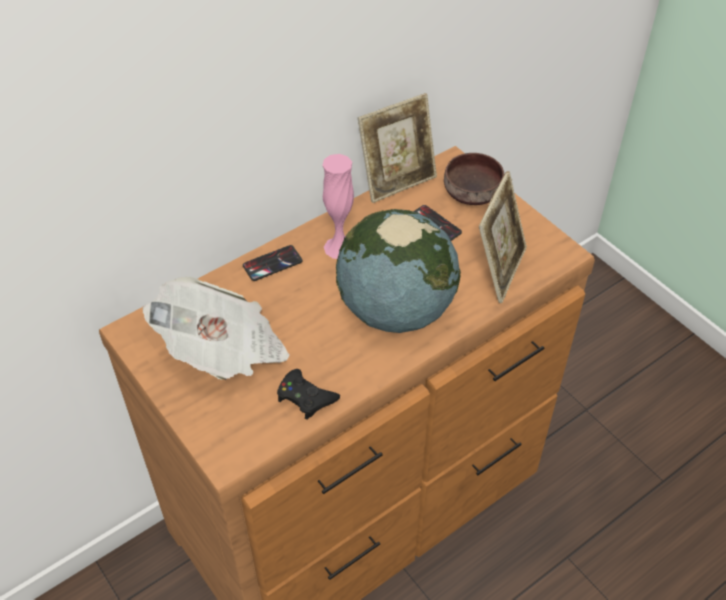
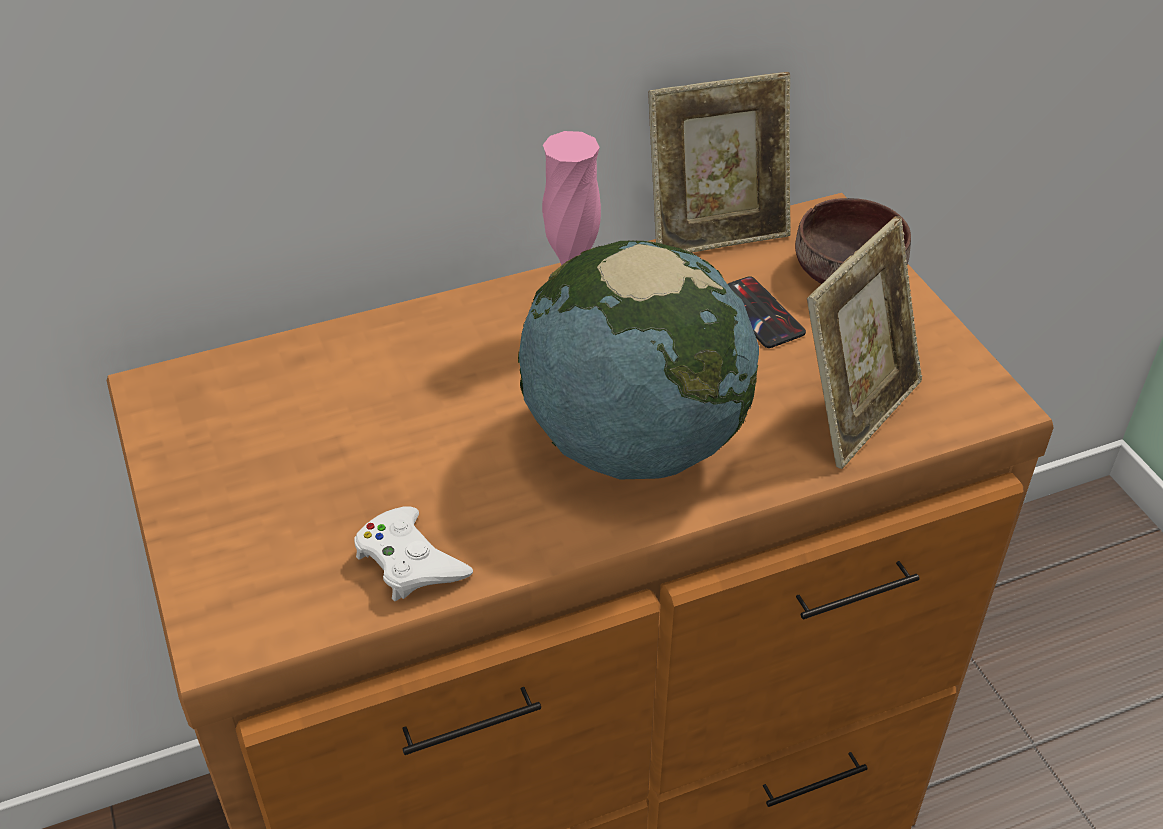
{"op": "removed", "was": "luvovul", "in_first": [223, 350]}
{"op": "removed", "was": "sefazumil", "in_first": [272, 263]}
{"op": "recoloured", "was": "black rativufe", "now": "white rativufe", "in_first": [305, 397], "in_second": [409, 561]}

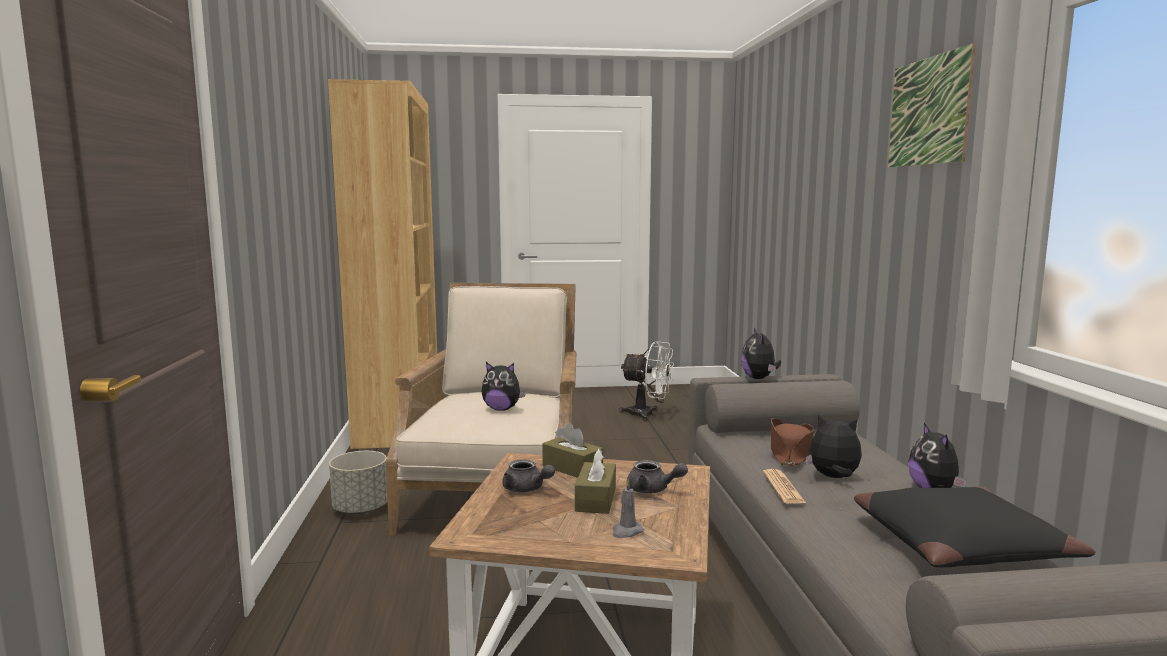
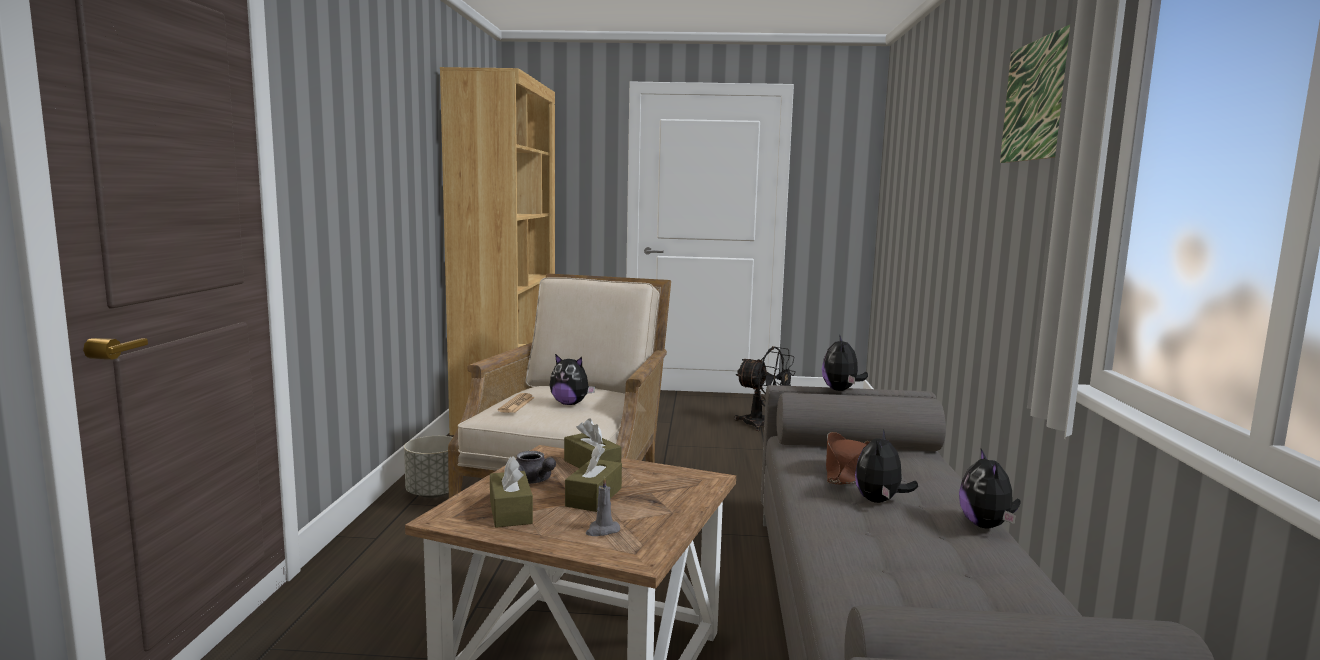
{"op": "recoloured", "was": "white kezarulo", "now": "black kezarulo", "in_first": [647, 415], "in_second": [763, 425]}
{"op": "removed", "was": "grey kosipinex", "in_first": [653, 490]}
{"op": "moved", "was": "luvovul", "in_first": [783, 488], "in_second": [516, 404]}
{"op": "turned", "was": "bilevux", "in_first": [833, 478], "in_second": [880, 501], "clockwise": -90}
{"op": "removed", "was": "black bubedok", "in_first": [959, 545]}
{"op": "added", "now": "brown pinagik", "in_second": [510, 512]}

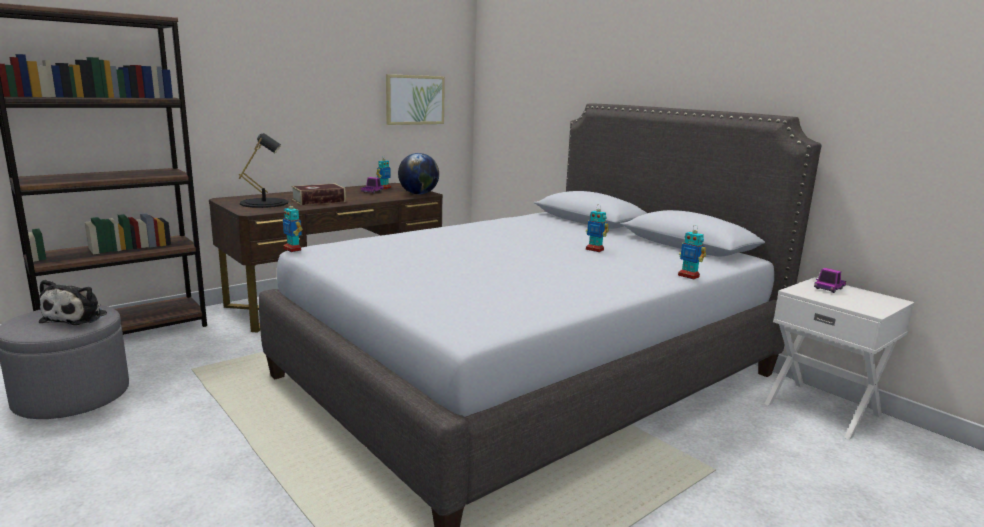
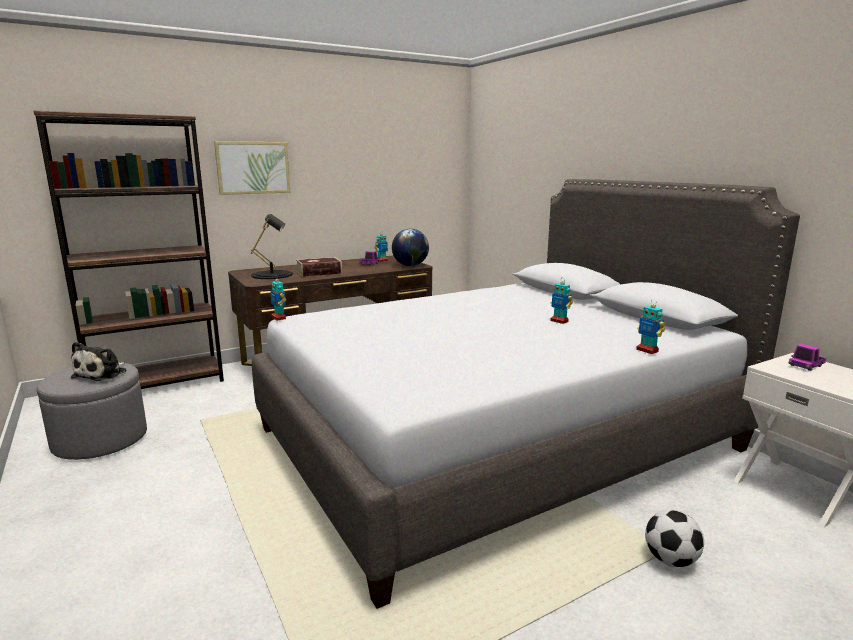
{"op": "moved", "was": "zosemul", "in_first": [415, 100], "in_second": [253, 167]}
{"op": "added", "now": "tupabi", "in_second": [670, 560]}

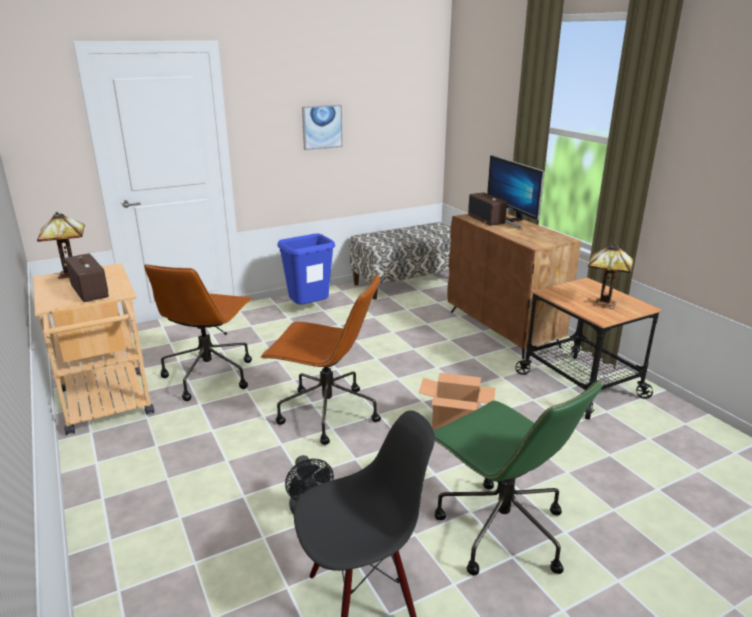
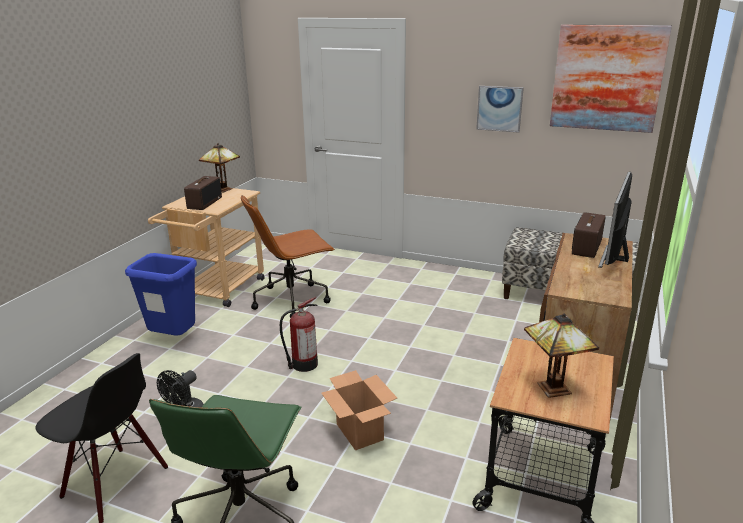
{"op": "replaced", "was": "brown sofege", "now": "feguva", "in_first": [326, 414], "in_second": [303, 364]}
{"op": "moved", "was": "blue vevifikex", "in_first": [310, 309], "in_second": [174, 340]}
{"op": "added", "now": "zosemul", "in_second": [607, 78]}

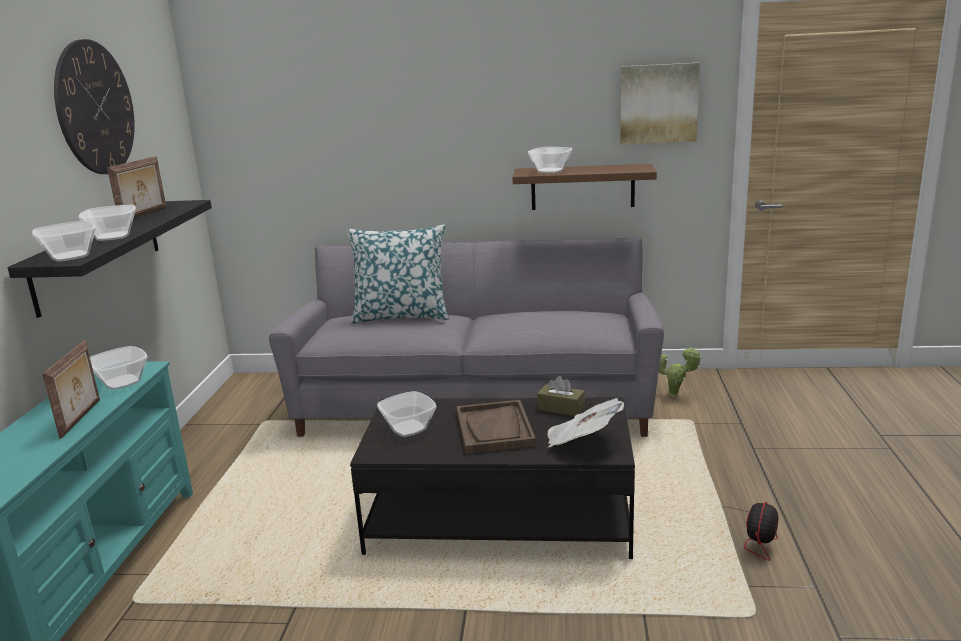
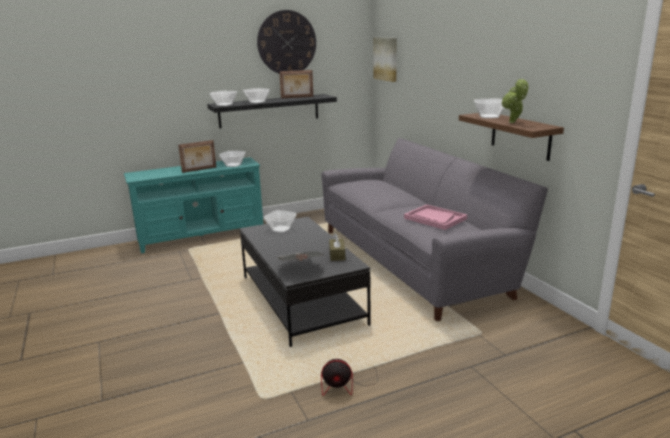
{"op": "removed", "was": "bubedok", "in_first": [401, 316]}
{"op": "removed", "was": "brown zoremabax", "in_first": [494, 429]}
{"op": "moved", "was": "zosemul", "in_first": [658, 103], "in_second": [386, 59]}
{"op": "moved", "was": "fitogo", "in_first": [676, 395], "in_second": [513, 123]}
{"op": "added", "now": "pink zoremabax", "in_second": [435, 218]}

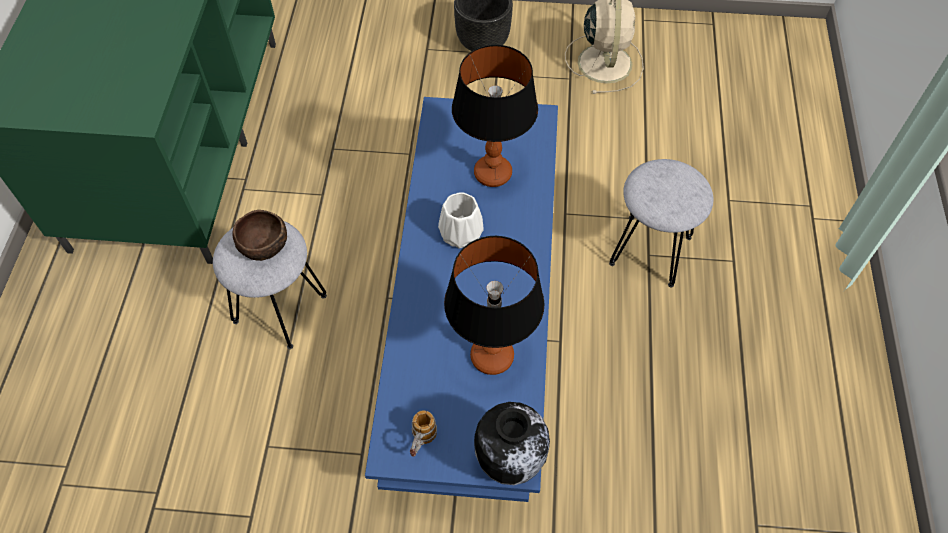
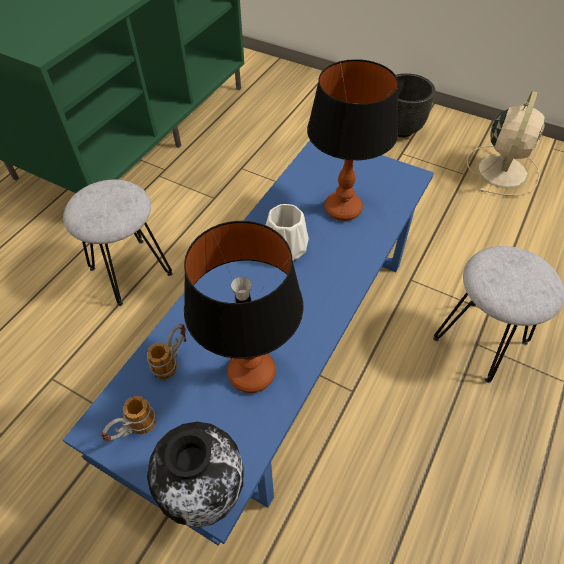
{"op": "removed", "was": "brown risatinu", "in_first": [265, 245]}
{"op": "added", "now": "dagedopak", "in_second": [172, 360]}

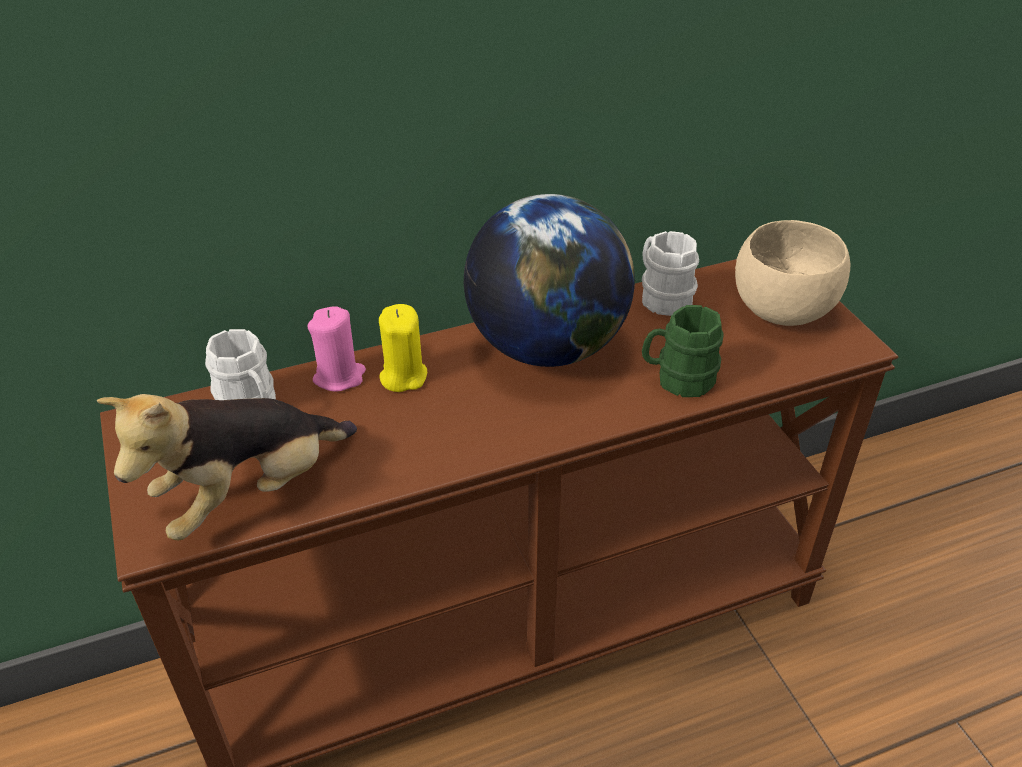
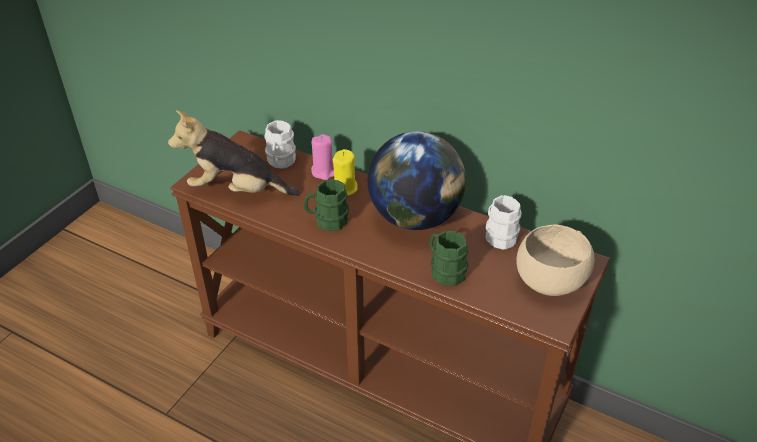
{"op": "added", "now": "green dagedopak", "in_second": [327, 221]}

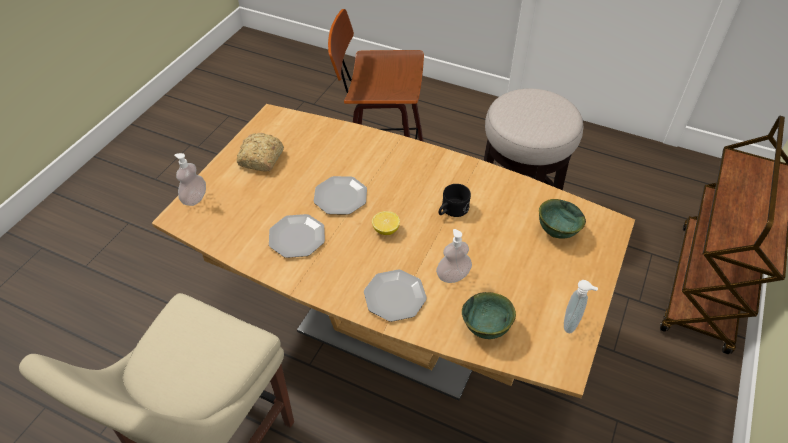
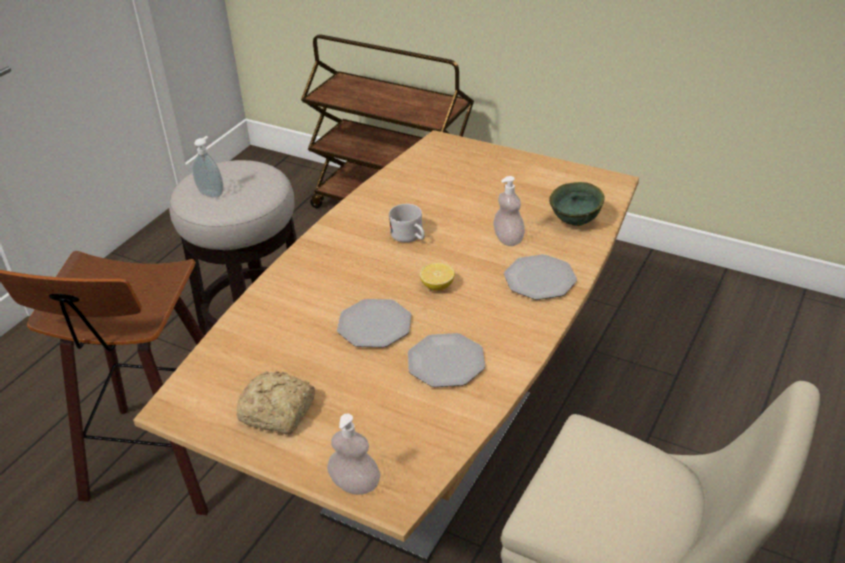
{"op": "recoloured", "was": "black dagedopak", "now": "white dagedopak", "in_first": [451, 211], "in_second": [410, 237]}
{"op": "removed", "was": "green risatinu", "in_first": [556, 231]}
{"op": "moved", "was": "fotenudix", "in_first": [572, 324], "in_second": [212, 193]}

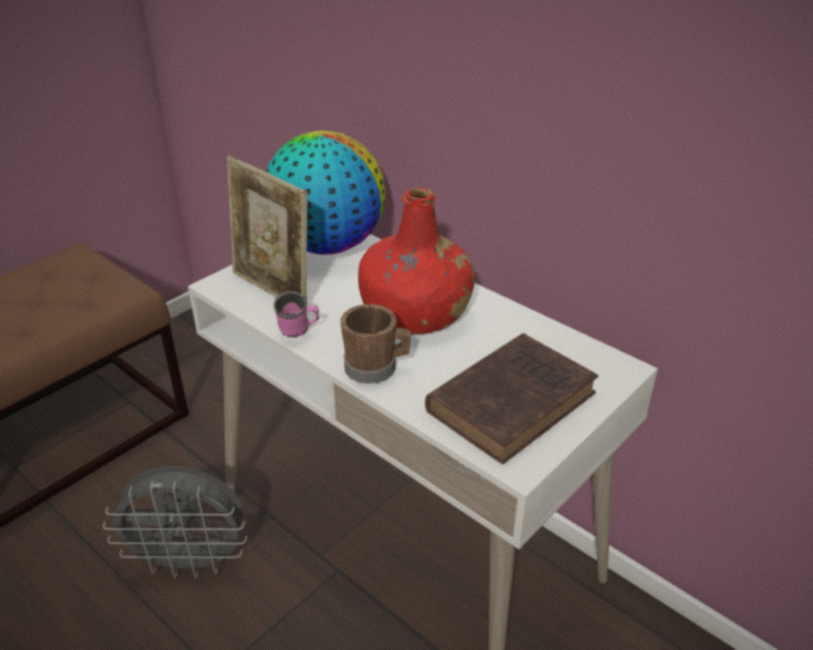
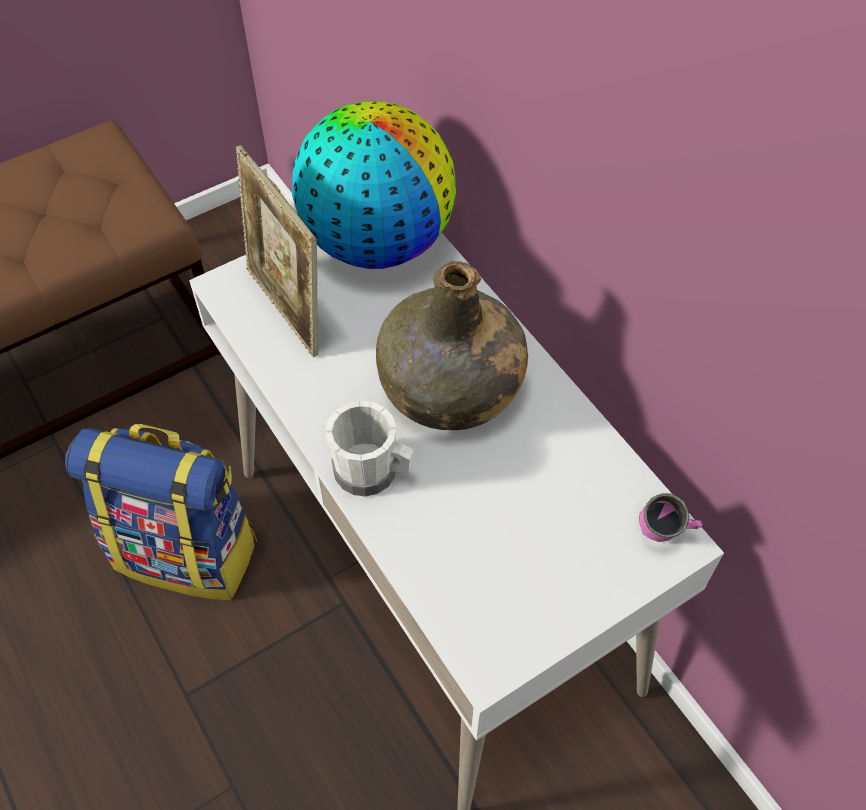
{"op": "replaced", "was": "grey kezarulo", "now": "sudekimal", "in_first": [191, 562], "in_second": [188, 551]}
{"op": "moved", "was": "pink dagedopak", "in_first": [299, 333], "in_second": [664, 534]}
{"op": "recoloured", "was": "brown dagedopak", "now": "white dagedopak", "in_first": [376, 368], "in_second": [372, 471]}
{"op": "recoloured", "was": "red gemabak", "now": "green gemabak", "in_first": [415, 313], "in_second": [450, 388]}
{"op": "removed", "was": "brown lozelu", "in_first": [514, 400]}

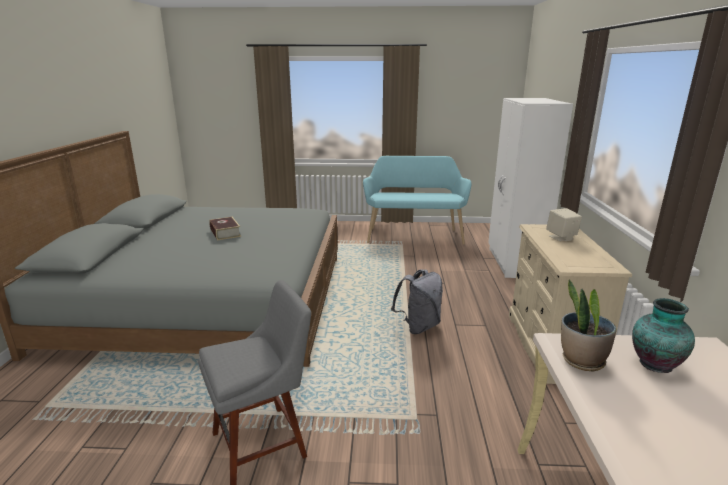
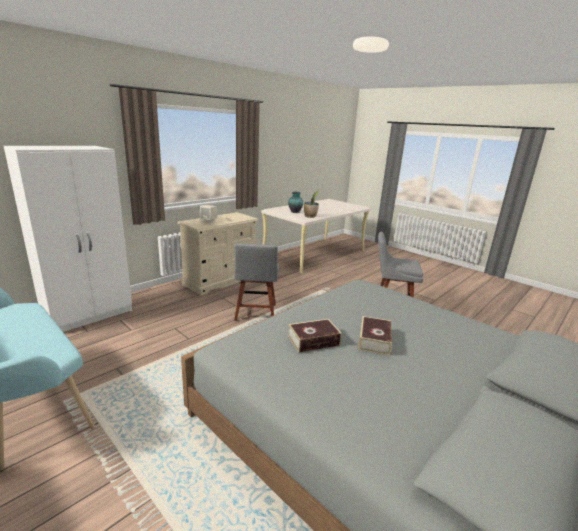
{"op": "replaced", "was": "grey sudekimal", "now": "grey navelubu", "in_first": [418, 326], "in_second": [255, 313]}
{"op": "added", "now": "lozelu", "in_second": [313, 341]}

